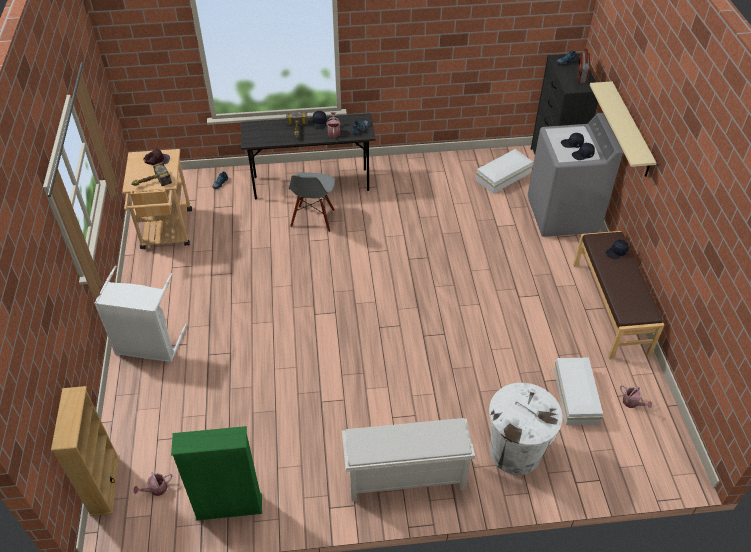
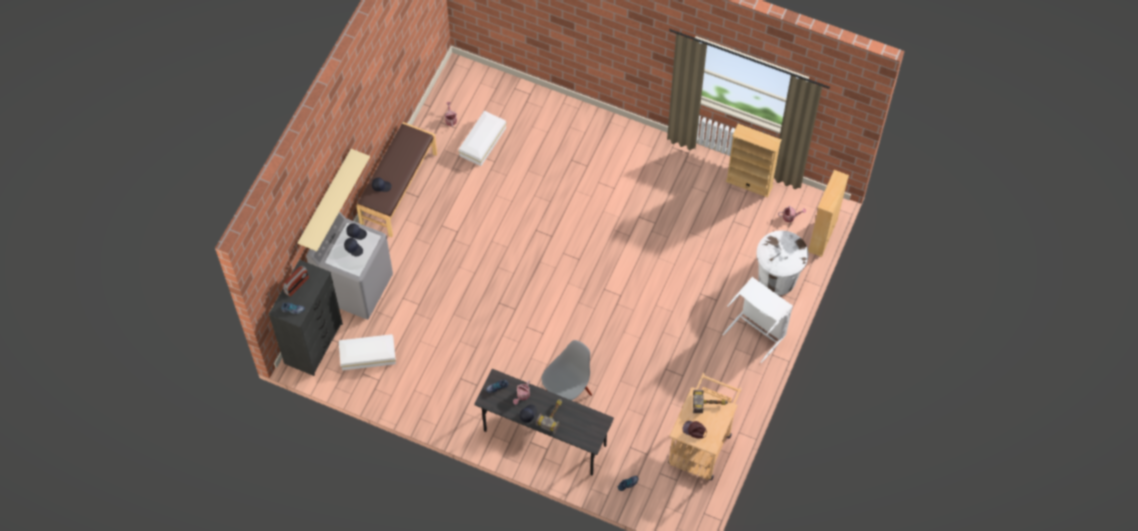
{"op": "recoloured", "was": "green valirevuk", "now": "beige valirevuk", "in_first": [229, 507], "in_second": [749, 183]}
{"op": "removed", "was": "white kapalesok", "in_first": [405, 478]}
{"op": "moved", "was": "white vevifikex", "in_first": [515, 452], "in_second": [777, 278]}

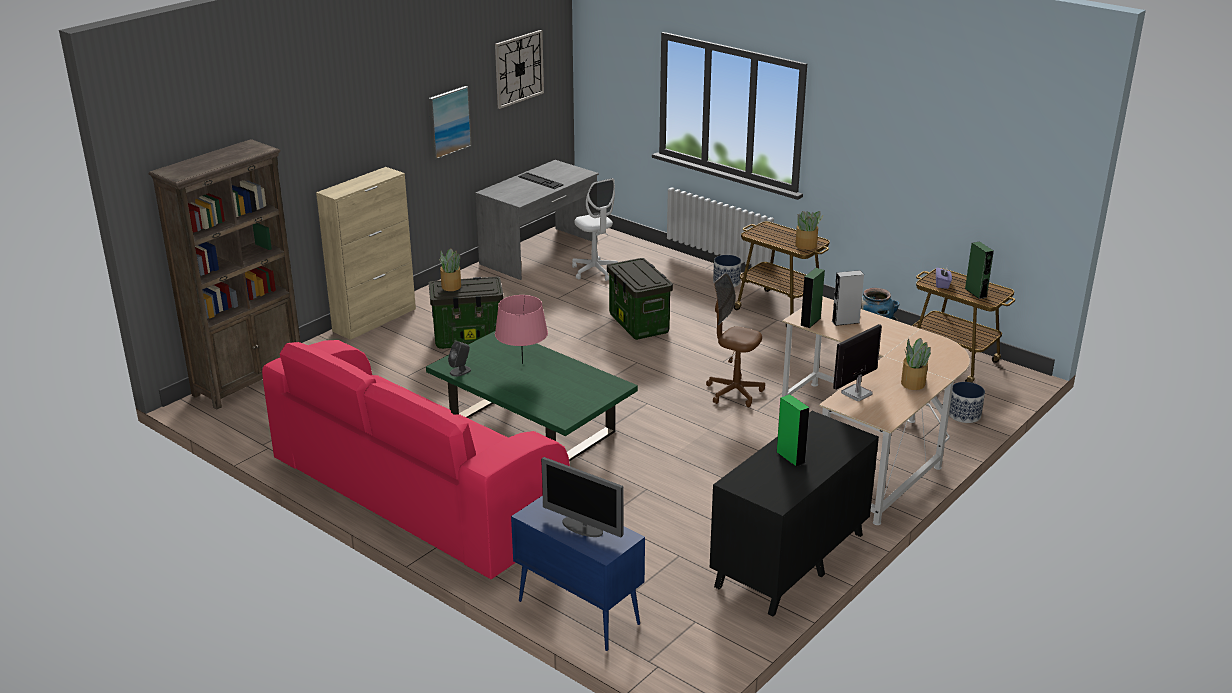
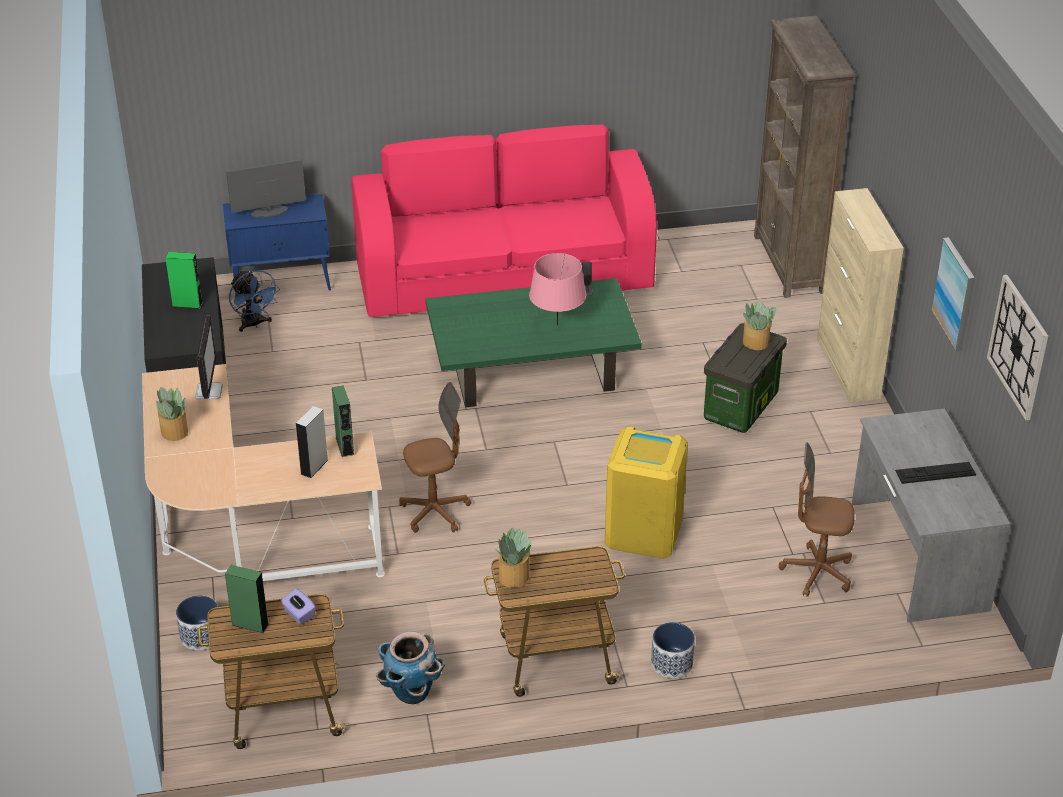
{"op": "recoloured", "was": "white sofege", "now": "brown sofege", "in_first": [595, 271], "in_second": [817, 572]}
{"op": "replaced", "was": "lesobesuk", "now": "yellow vevifikex", "in_first": [639, 324], "in_second": [643, 531]}
{"op": "added", "now": "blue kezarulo", "in_second": [254, 324]}

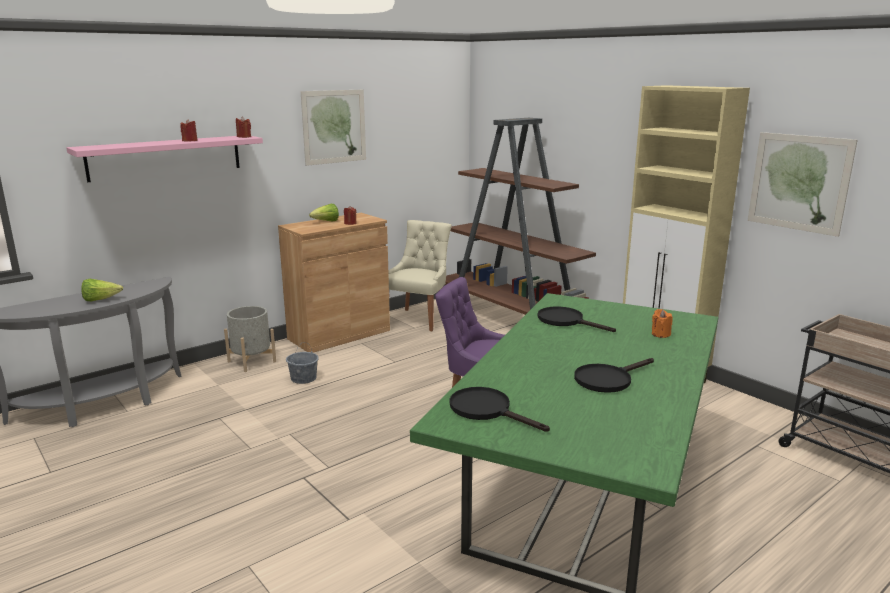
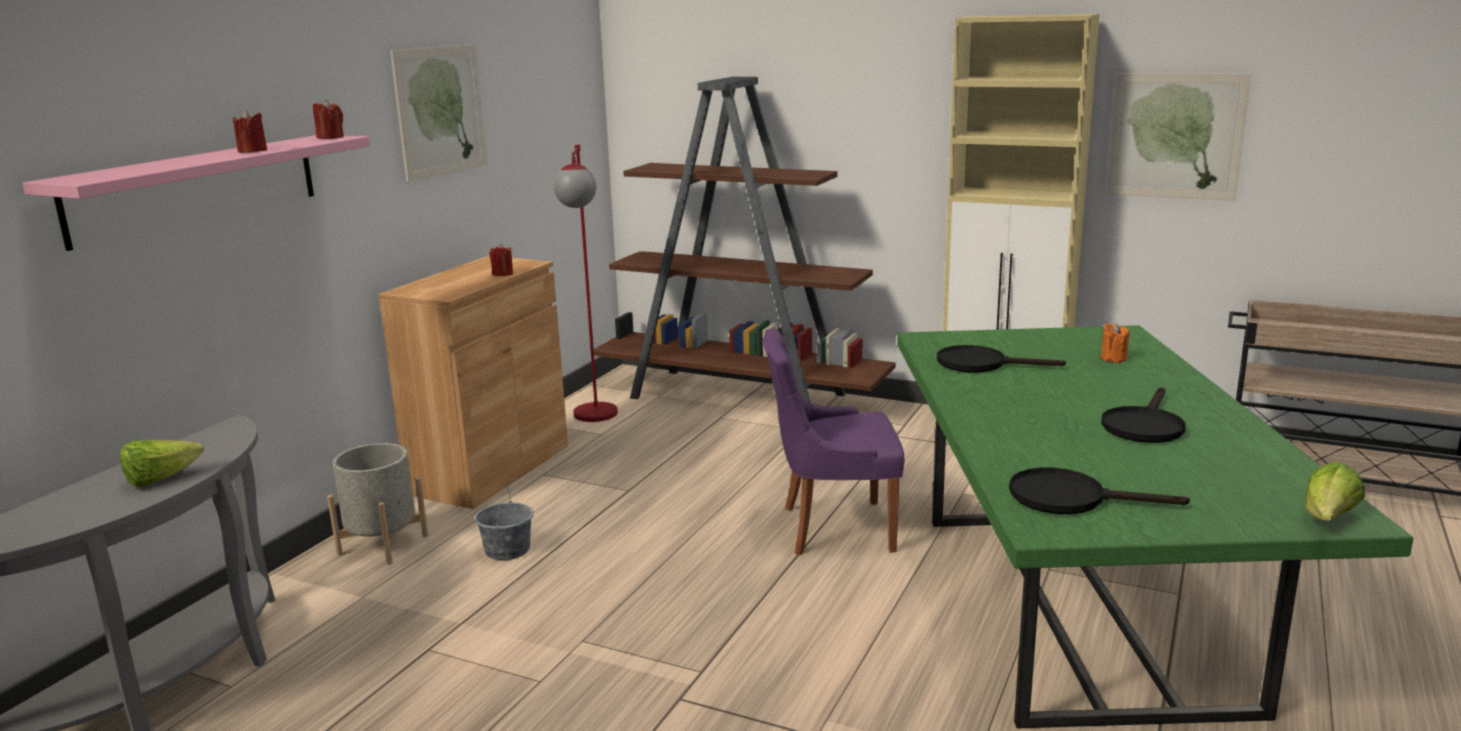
{"op": "moved", "was": "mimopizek", "in_first": [326, 222], "in_second": [1328, 519]}
{"op": "replaced", "was": "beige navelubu", "now": "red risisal", "in_first": [419, 319], "in_second": [595, 419]}

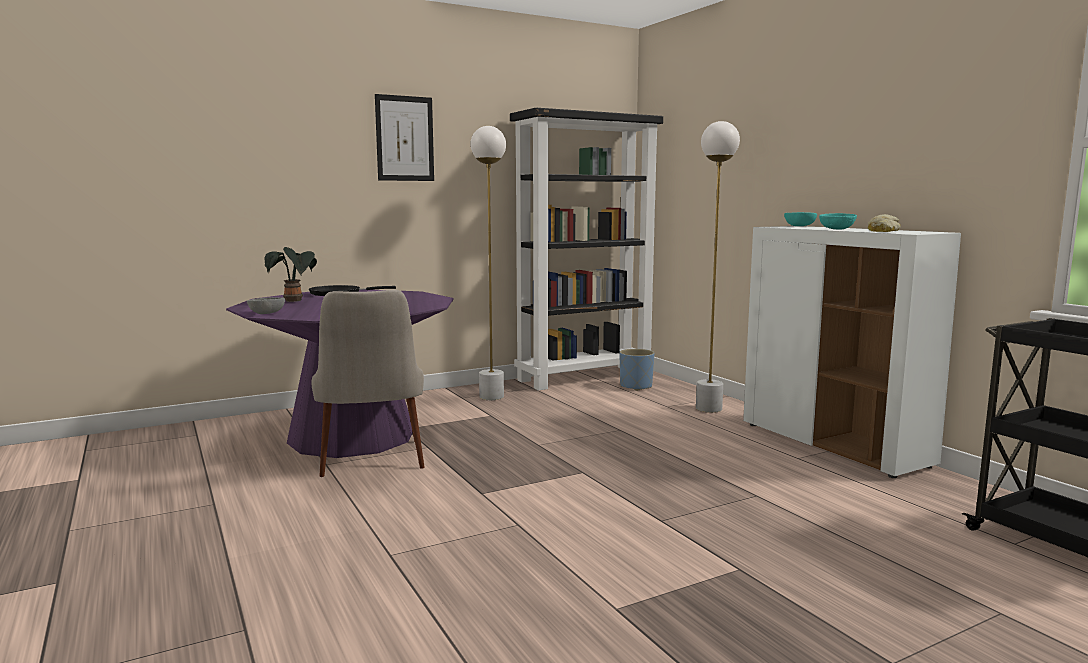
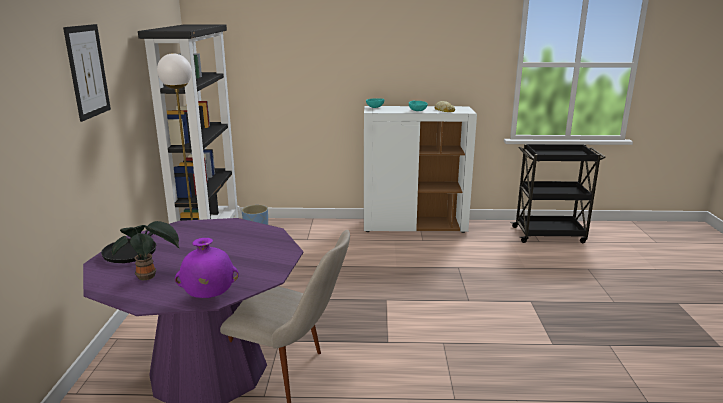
{"op": "replaced", "was": "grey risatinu", "now": "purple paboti", "in_first": [266, 313], "in_second": [209, 297]}
{"op": "removed", "was": "white risisal", "in_first": [709, 409]}

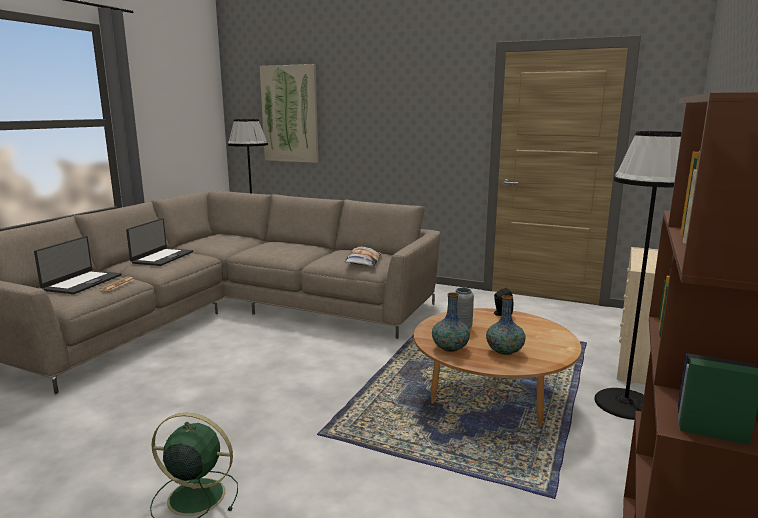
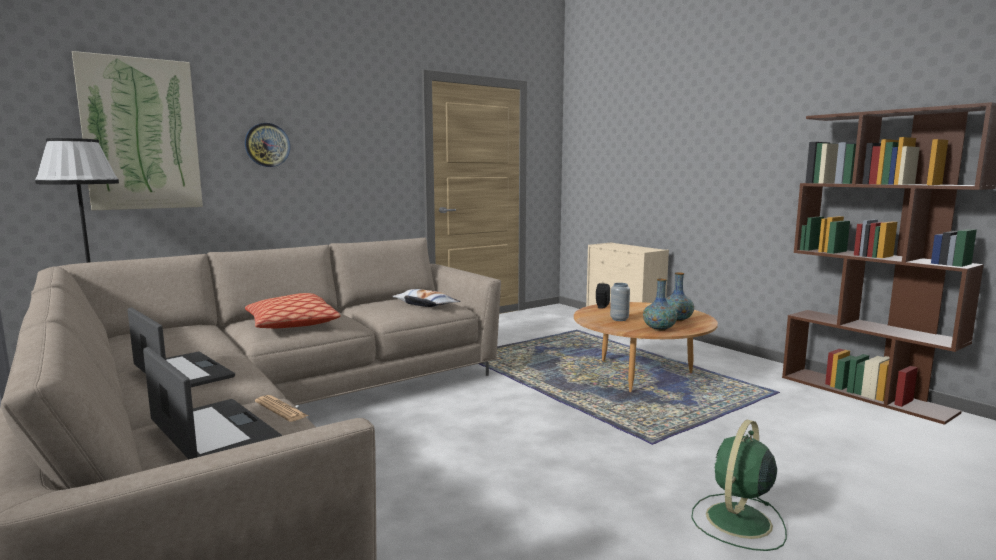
{"op": "removed", "was": "black risisal", "in_first": [625, 404]}
{"op": "added", "now": "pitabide", "in_second": [267, 145]}
{"op": "added", "now": "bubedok", "in_second": [292, 324]}

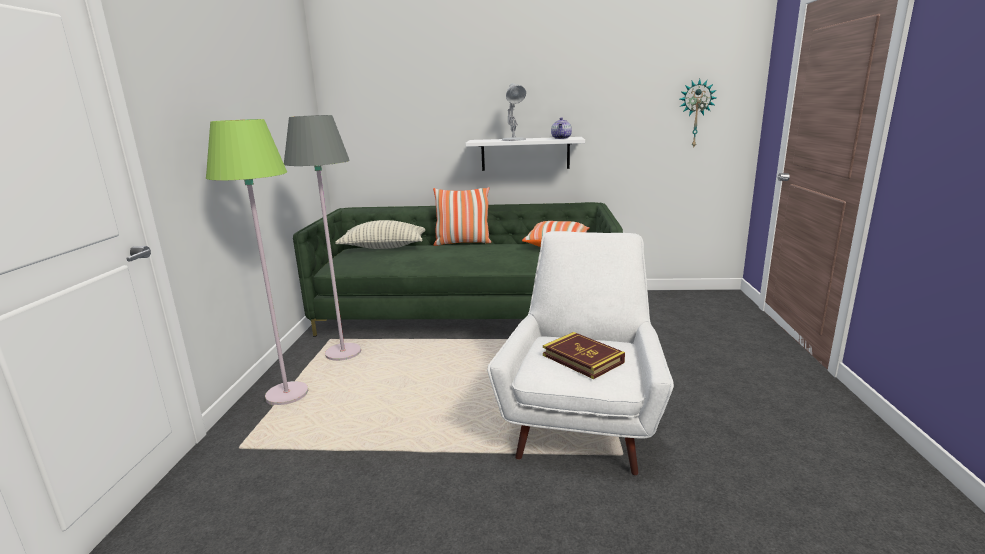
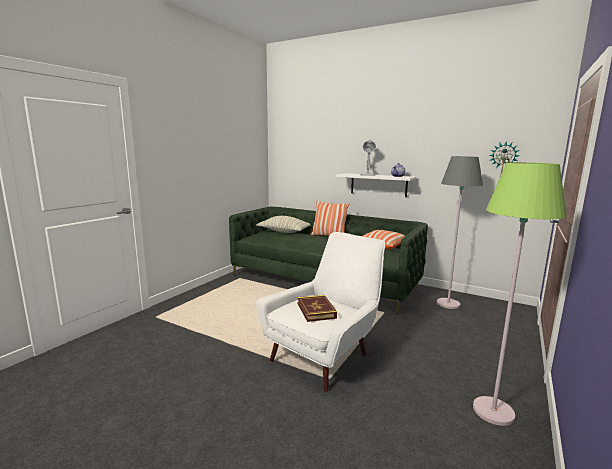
{"op": "moved", "was": "green risisal", "in_first": [287, 395], "in_second": [493, 411]}
{"op": "moved", "was": "grey risisal", "in_first": [343, 353], "in_second": [448, 304]}

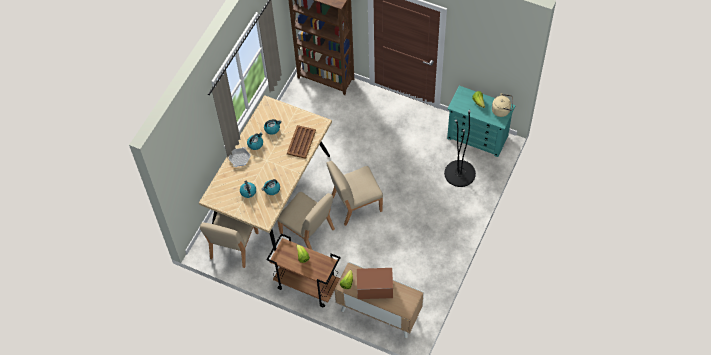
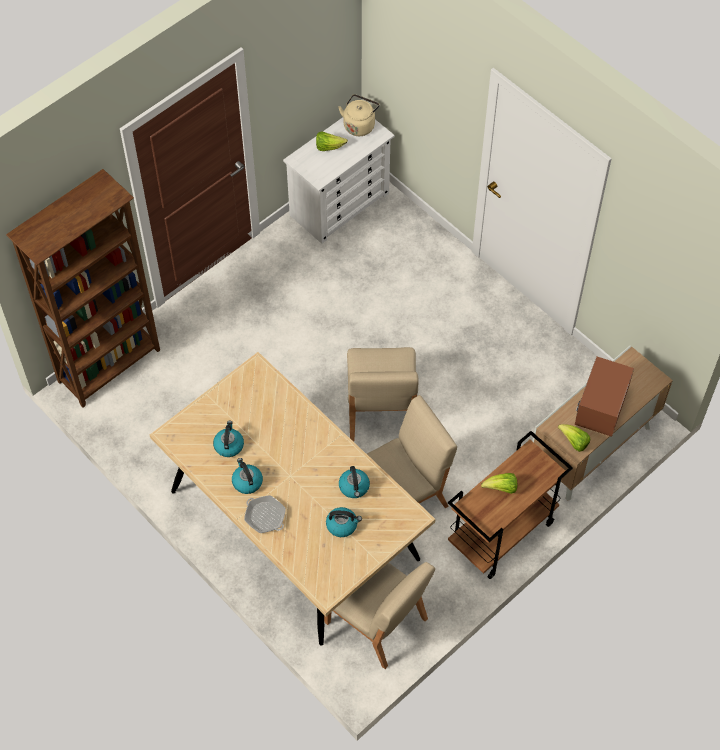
{"op": "removed", "was": "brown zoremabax", "in_first": [301, 142]}
{"op": "removed", "was": "black risisal", "in_first": [460, 173]}
{"op": "recoloured", "was": "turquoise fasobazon", "now": "white fasobazon", "in_first": [478, 137], "in_second": [340, 204]}

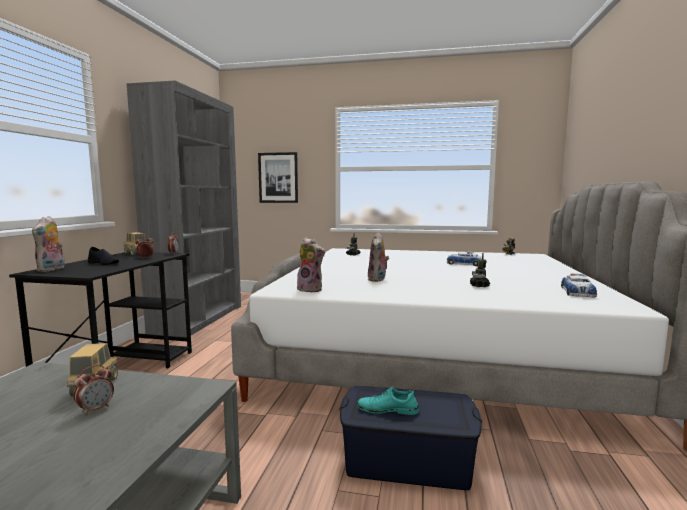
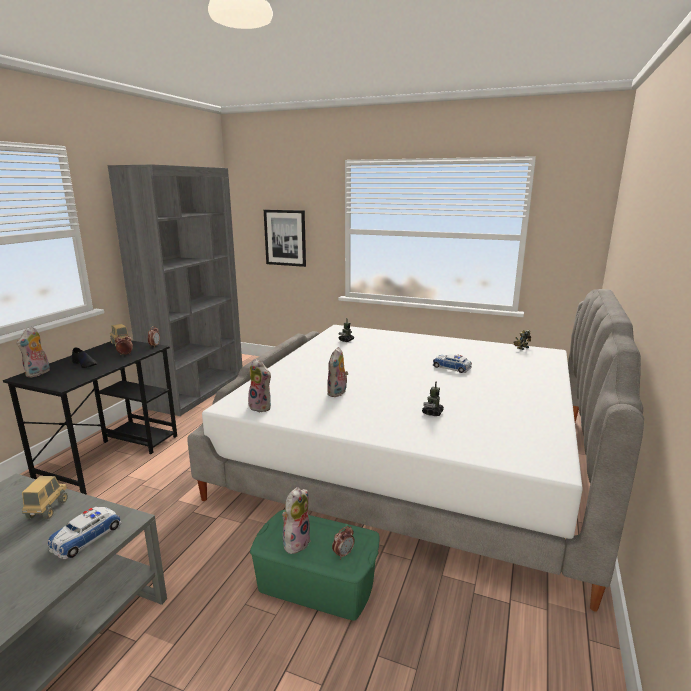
{"op": "moved", "was": "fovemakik", "in_first": [96, 409], "in_second": [343, 554]}
{"op": "recoloured", "was": "blue lesobesuk", "now": "green lesobesuk", "in_first": [407, 461], "in_second": [317, 584]}
{"op": "replaced", "was": "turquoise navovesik", "now": "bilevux", "in_first": [387, 409], "in_second": [296, 541]}
{"op": "moved", "was": "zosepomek", "in_first": [577, 292], "in_second": [86, 537]}

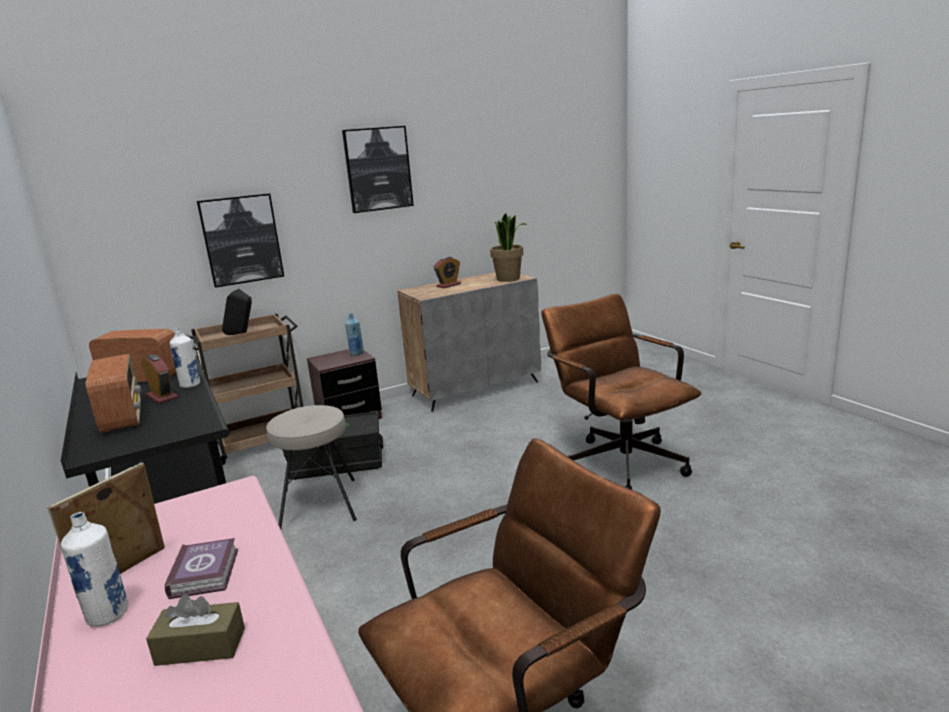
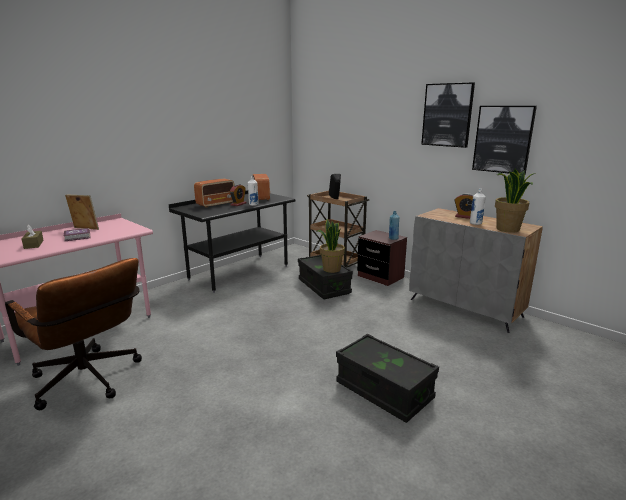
{"op": "moved", "was": "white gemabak", "in_first": [108, 615], "in_second": [475, 223]}
{"op": "moved", "was": "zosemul", "in_first": [241, 239], "in_second": [503, 139]}
{"op": "removed", "was": "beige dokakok", "in_first": [319, 504]}
{"op": "replaced", "was": "brown sofege", "now": "black lesobesuk", "in_first": [618, 460], "in_second": [384, 391]}
{"op": "added", "now": "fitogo", "in_second": [331, 269]}

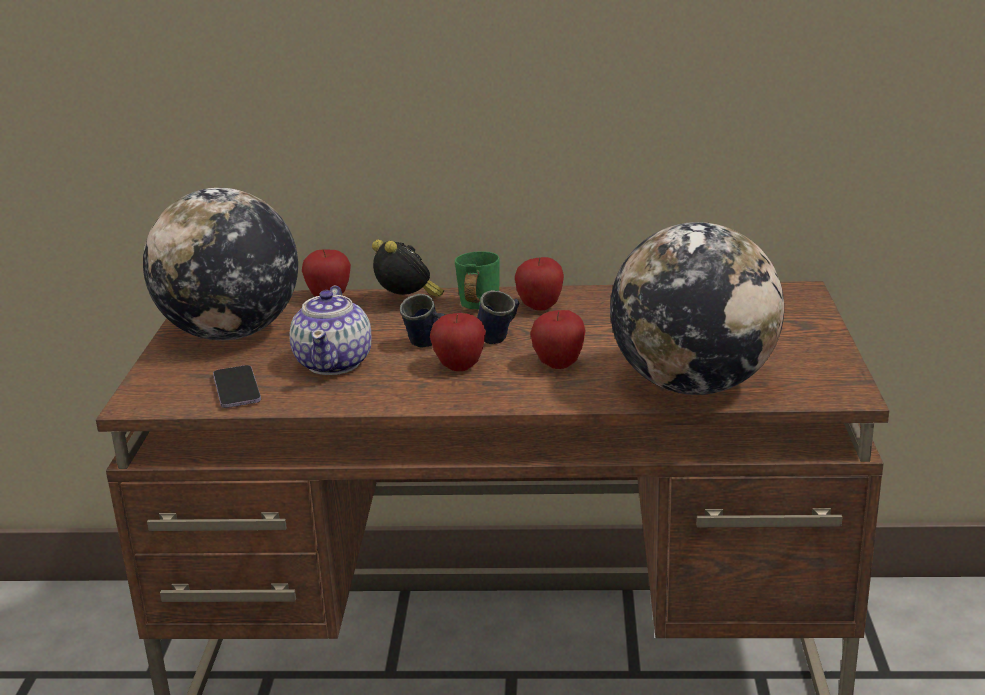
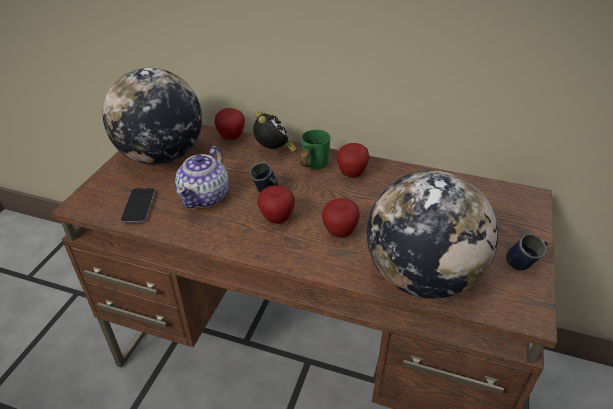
{"op": "moved", "was": "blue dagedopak", "in_first": [499, 339], "in_second": [524, 264]}

